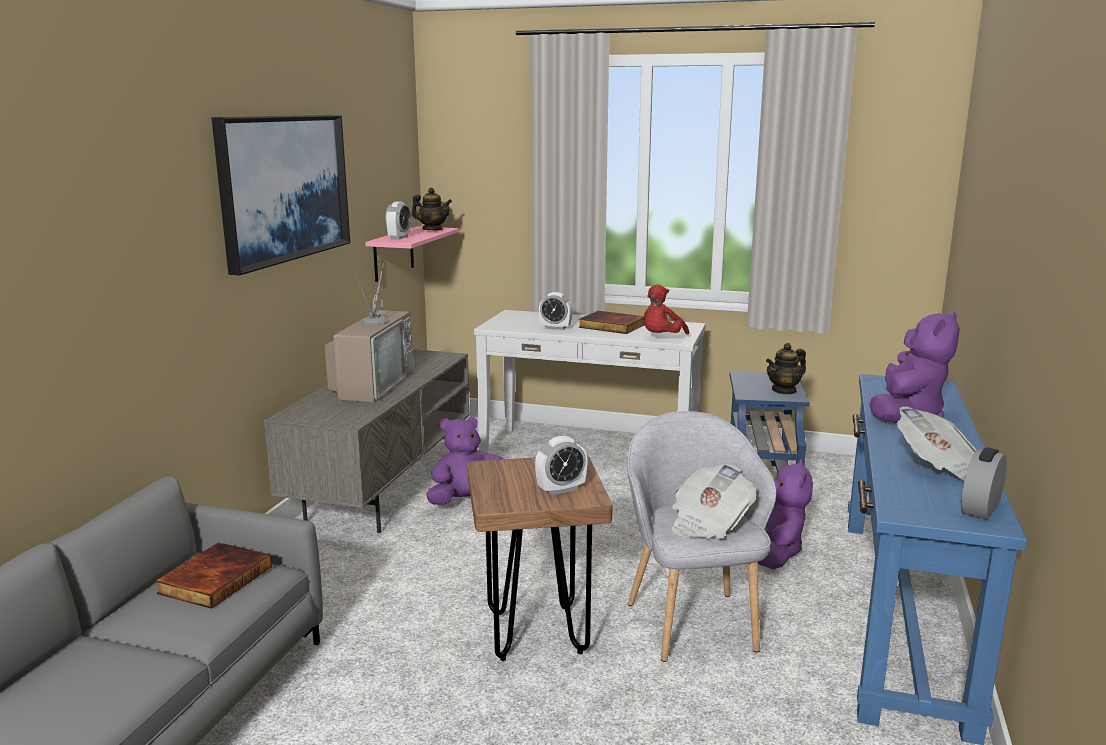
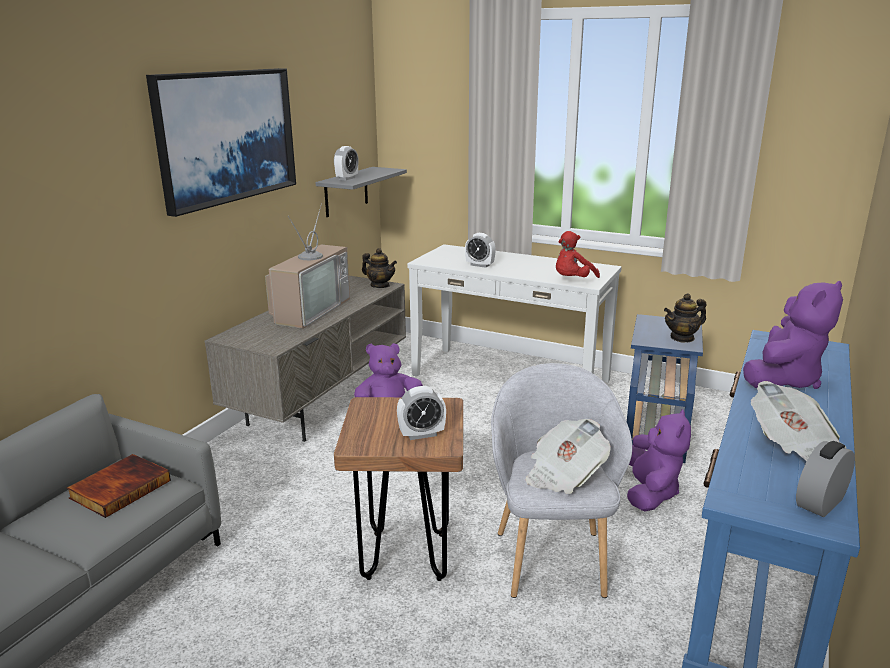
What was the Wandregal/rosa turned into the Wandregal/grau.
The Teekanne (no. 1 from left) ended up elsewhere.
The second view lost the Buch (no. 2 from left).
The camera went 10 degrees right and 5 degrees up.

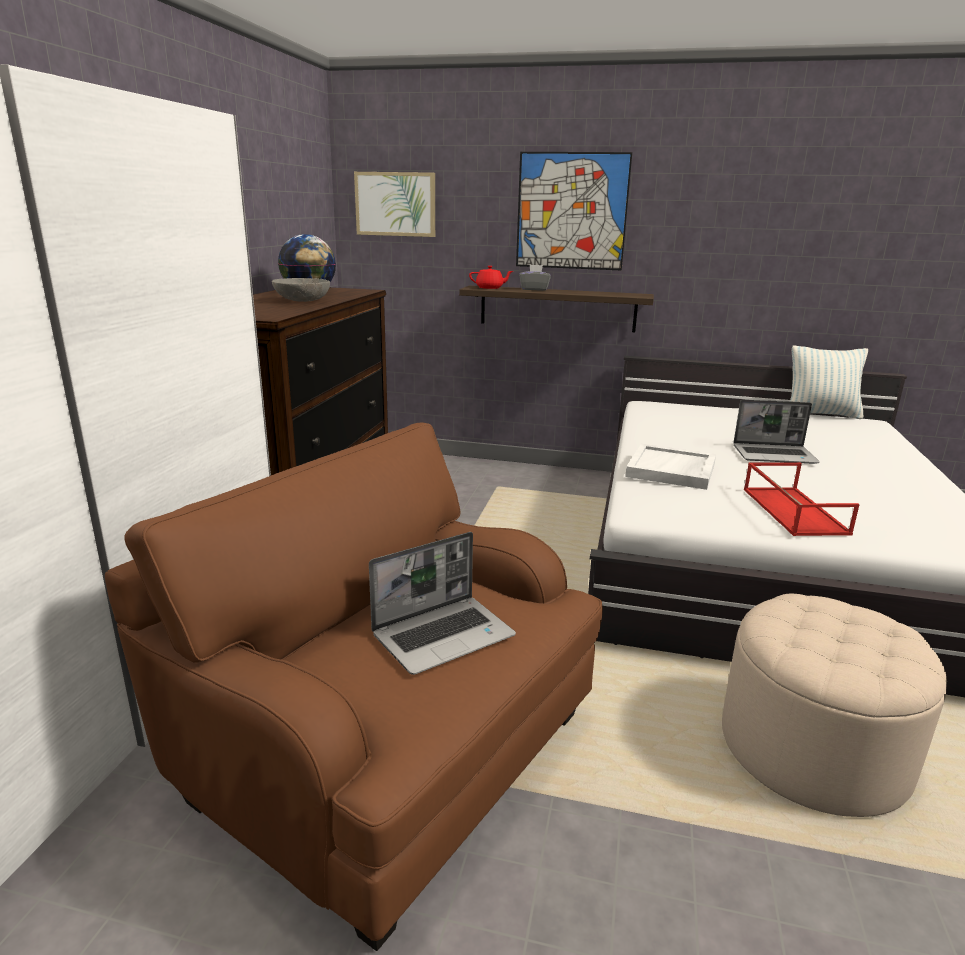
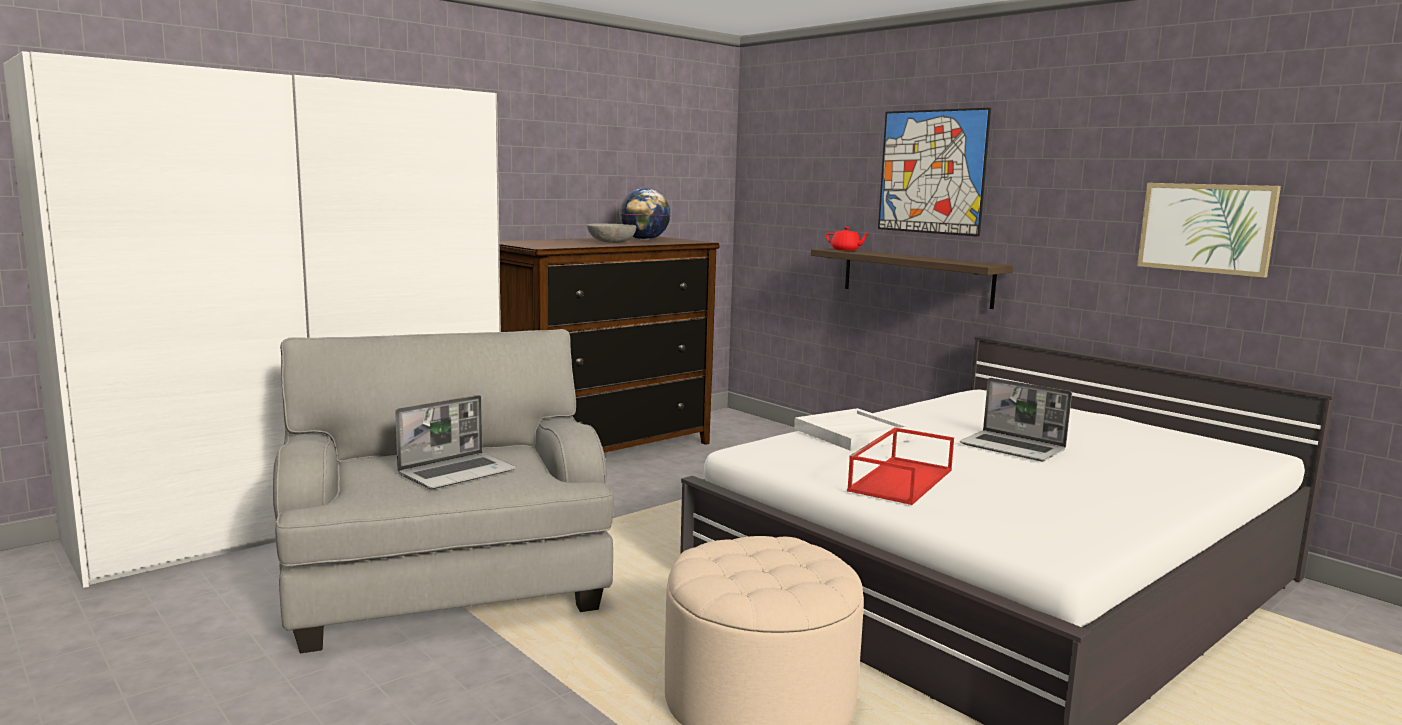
What was the Sessel/braun turned into the Sessel/grau.
The Bild (no. 1 from left in the first image) ended up elsewhere.
The Laptop (no. 1 from left) ended up facing another way, 45 degrees counterclockwise from before.
The second view lost the Taschentuchbox/grau.
The second view lost the Kissen.
The camera went 35 degrees right and 10 degrees down.

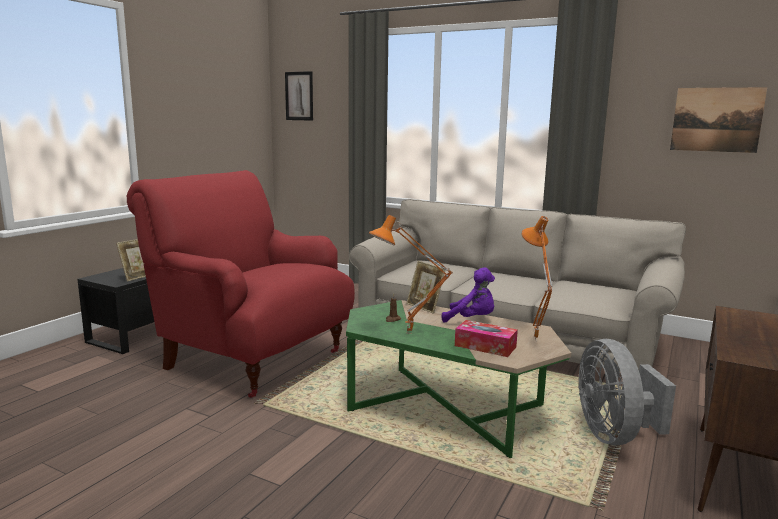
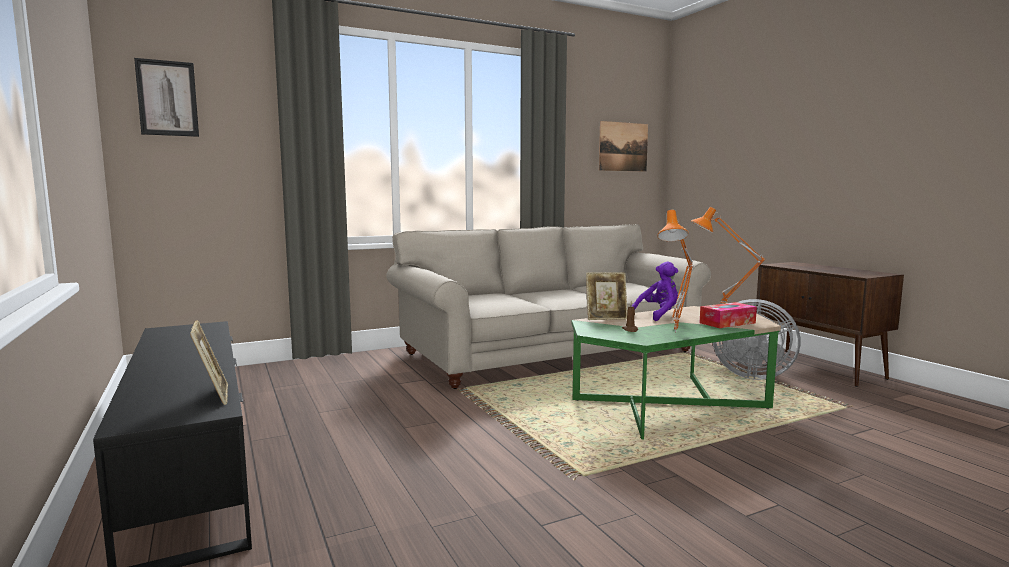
The second view lost the Sessel/rot.
The camera went 55 degrees left and 5 degrees down.

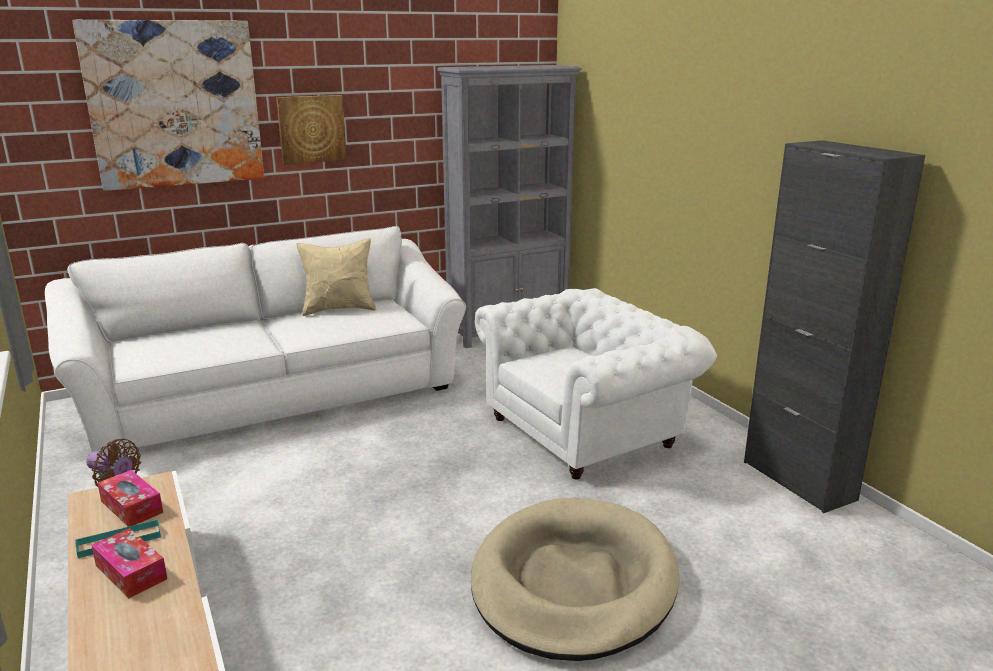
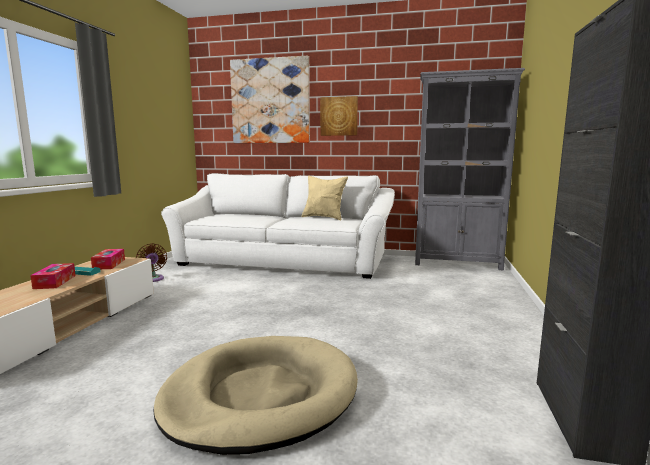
The second view lost the Sessel/weiß.
The camera went 40 degrees right and 10 degrees down.

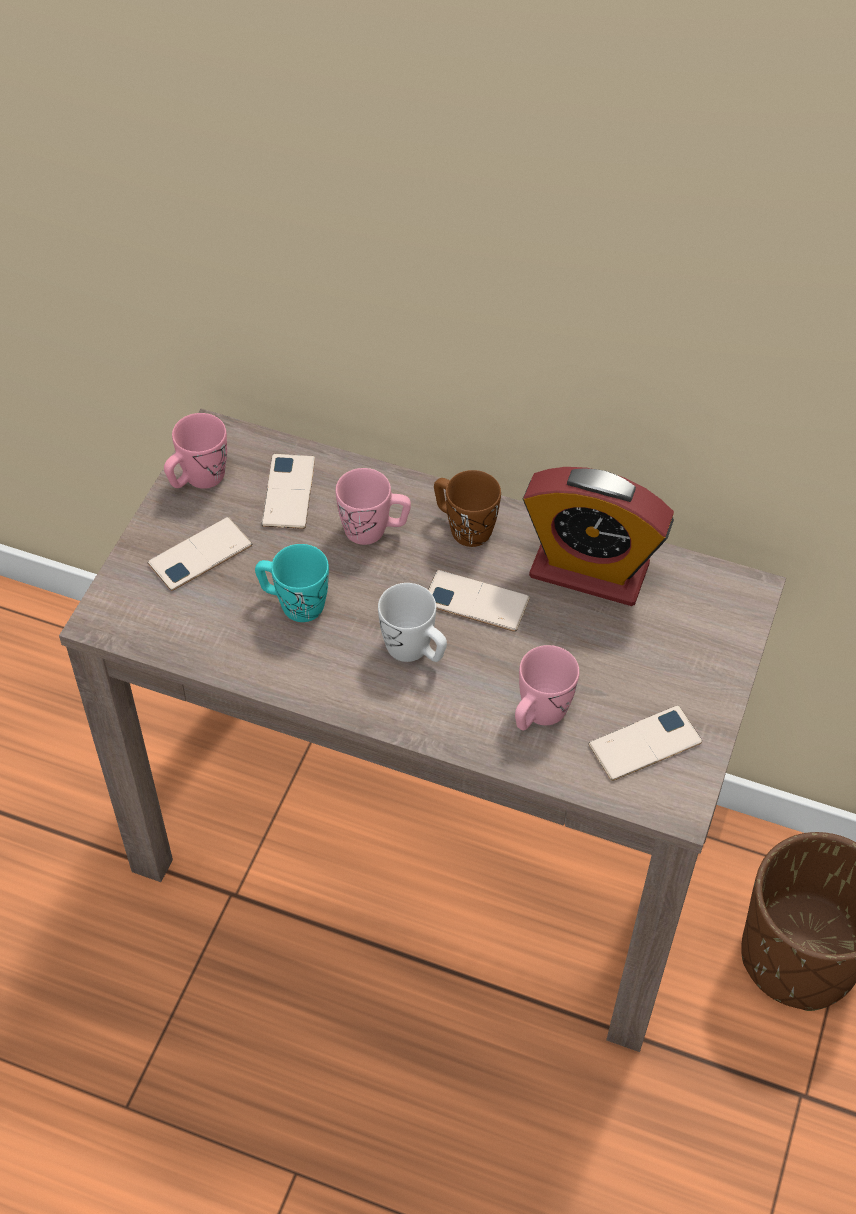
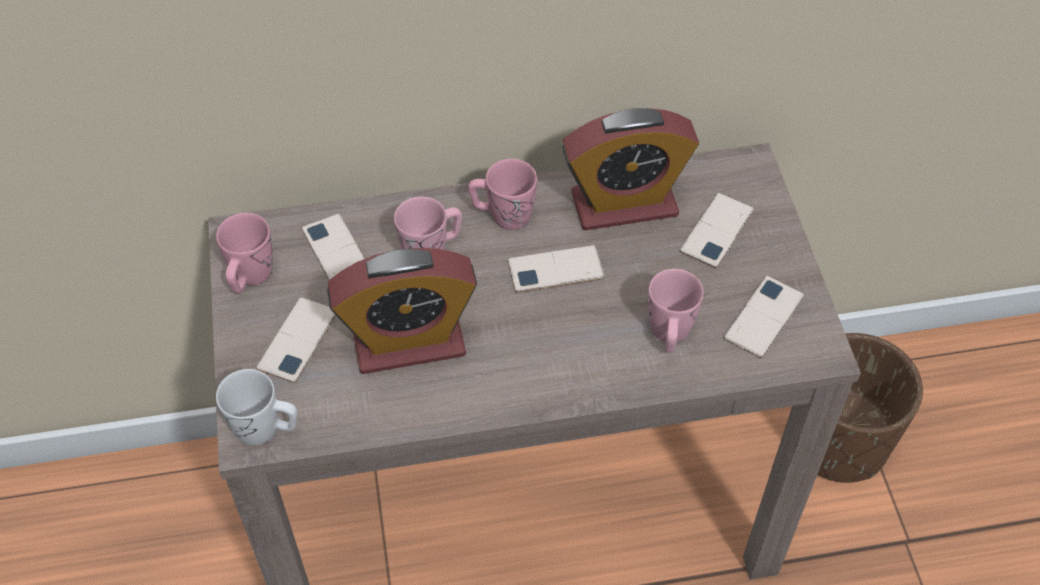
Where the Henkelbecher/türkis stood, the Wecker (no. 1 from left) came to stand.
The Henkelbecher/weiß ended up elsewhere.
What was the Henkelbecher/braun turned into the Henkelbecher/rosa (no. 3 from left).
The second view gained the Handy (no. 4 from left).
The camera went 30 degrees left and 0 degrees up.

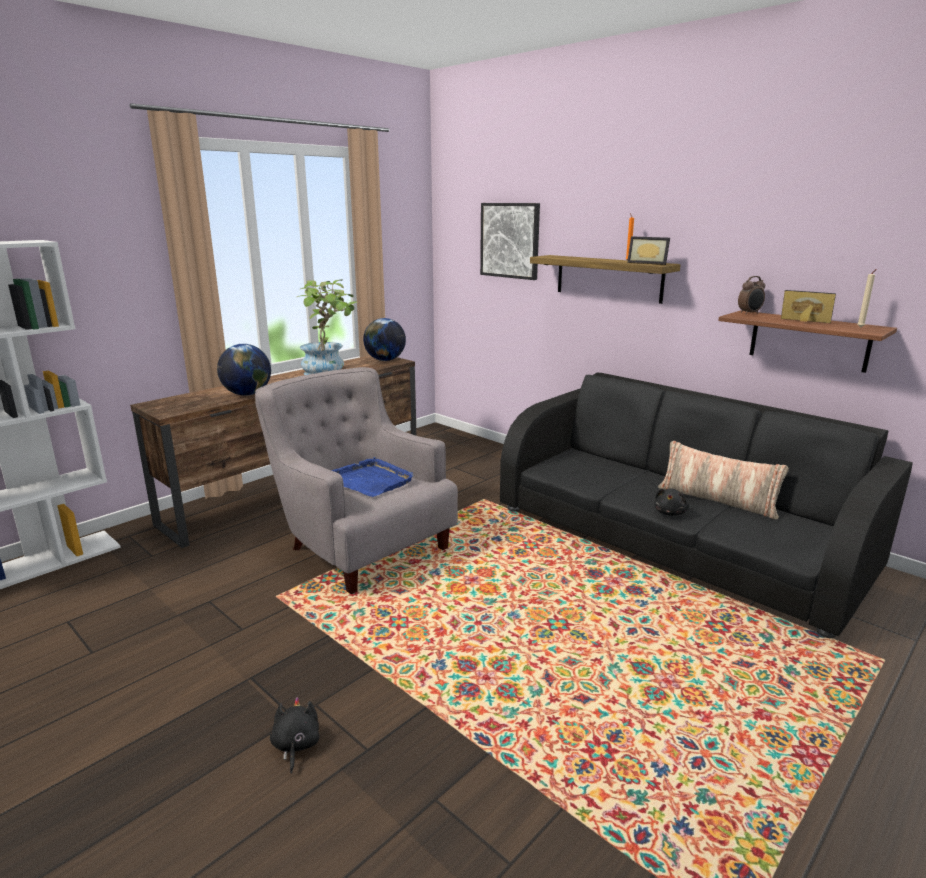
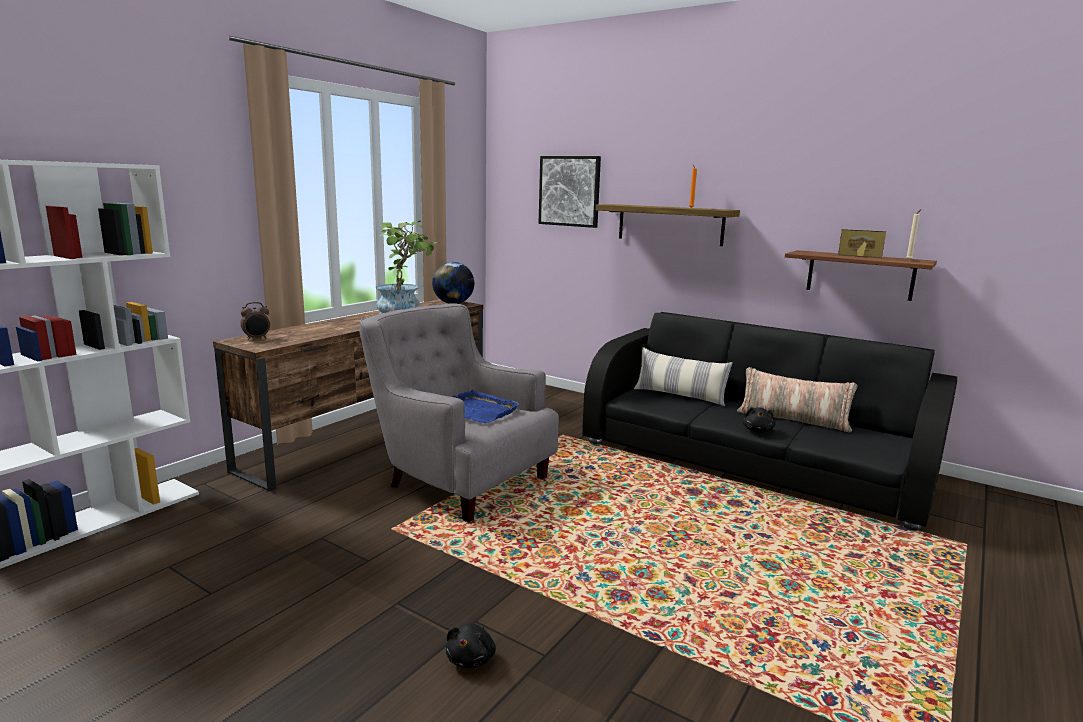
The second view lost the Globus (no. 1 from left).
The Plüschtier/schwarz (no. 1 from left) ended up facing another way, 150 degrees counterclockwise from before.
The second view lost the Bilderrahmen (no. 1 from left).
The Wecker ended up elsewhere.
The second view gained the Kissen (no. 1 from left).
The camera went 10 degrees left and 5 degrees down.

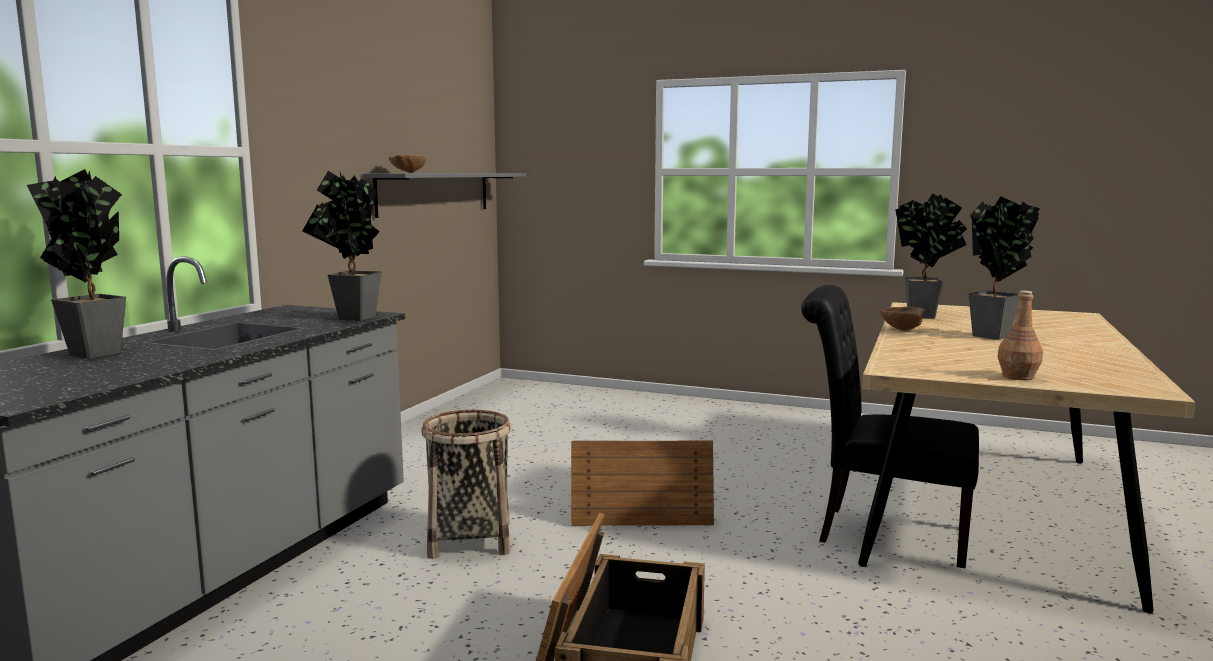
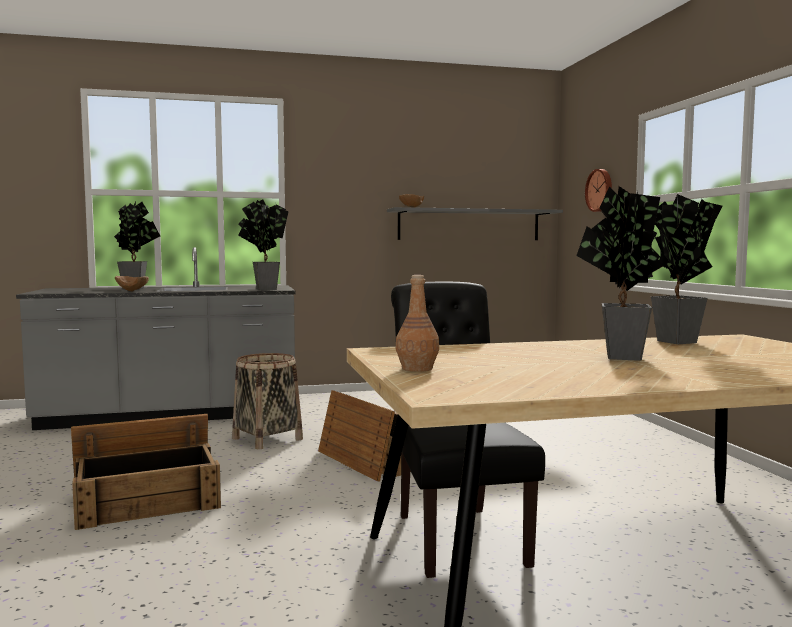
The Schüssel/braun (no. 2 from left in the first image) ended up elsewhere.
The second view gained the Wanduhr.
The camera went 55 degrees right and 5 degrees down.

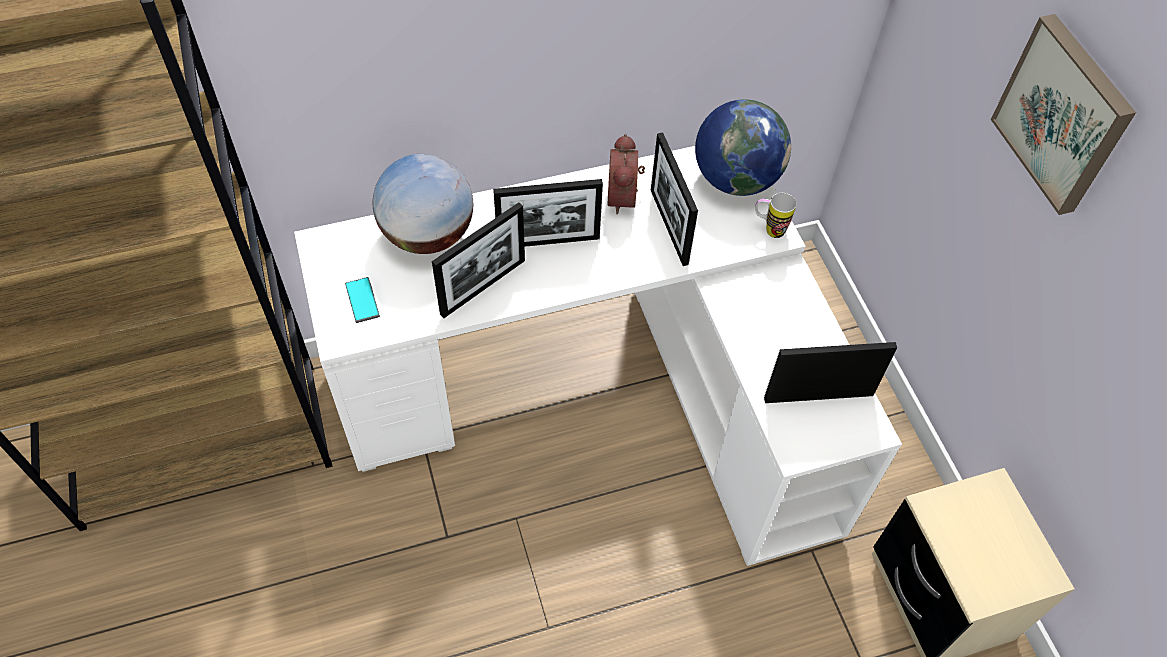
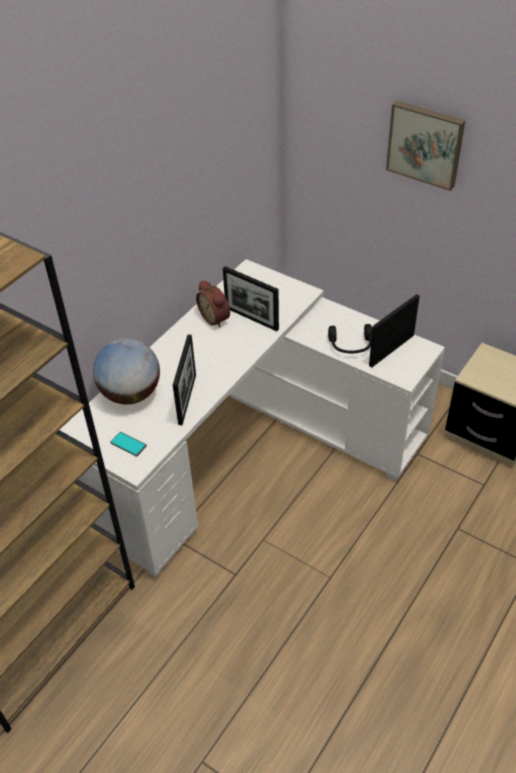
The second view lost the Bilderrahmen (no. 2 from left).
The second view lost the Globus (no. 2 from left).
The second view lost the Henkelbecher.
The second view gained the Kopfhörer/schwarz.
The camera went 35 degrees left and 10 degrees down.

